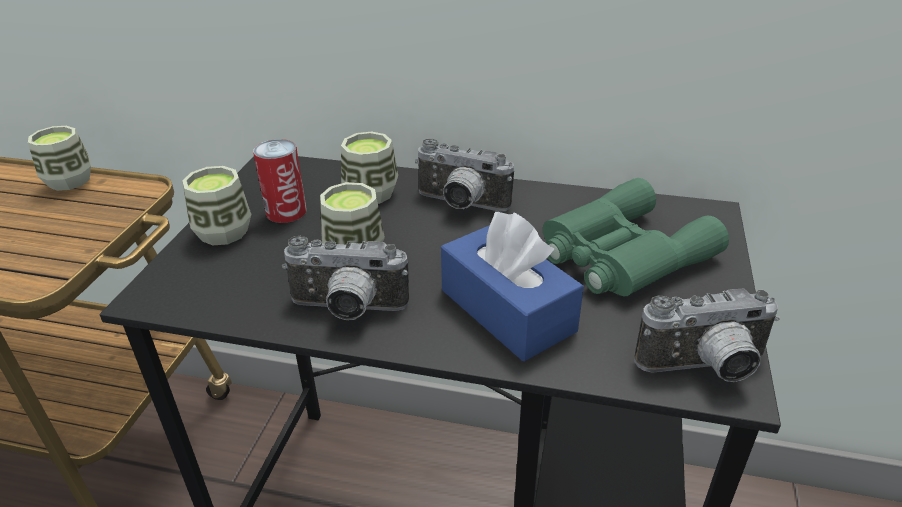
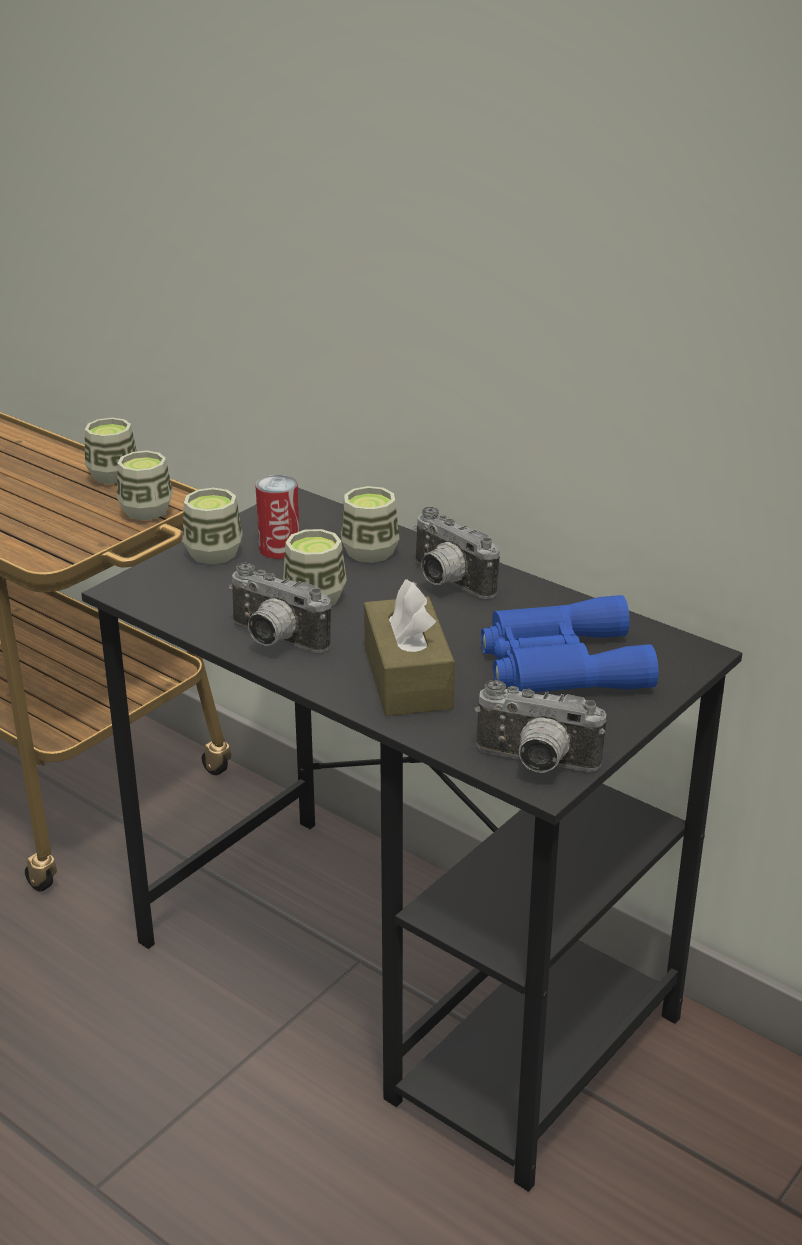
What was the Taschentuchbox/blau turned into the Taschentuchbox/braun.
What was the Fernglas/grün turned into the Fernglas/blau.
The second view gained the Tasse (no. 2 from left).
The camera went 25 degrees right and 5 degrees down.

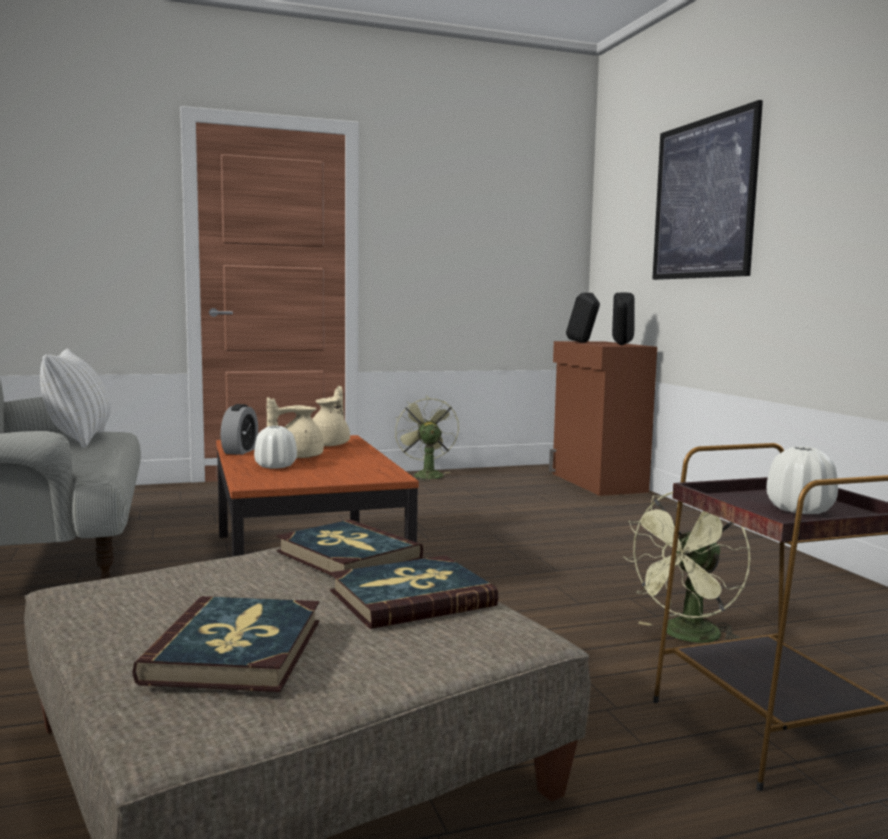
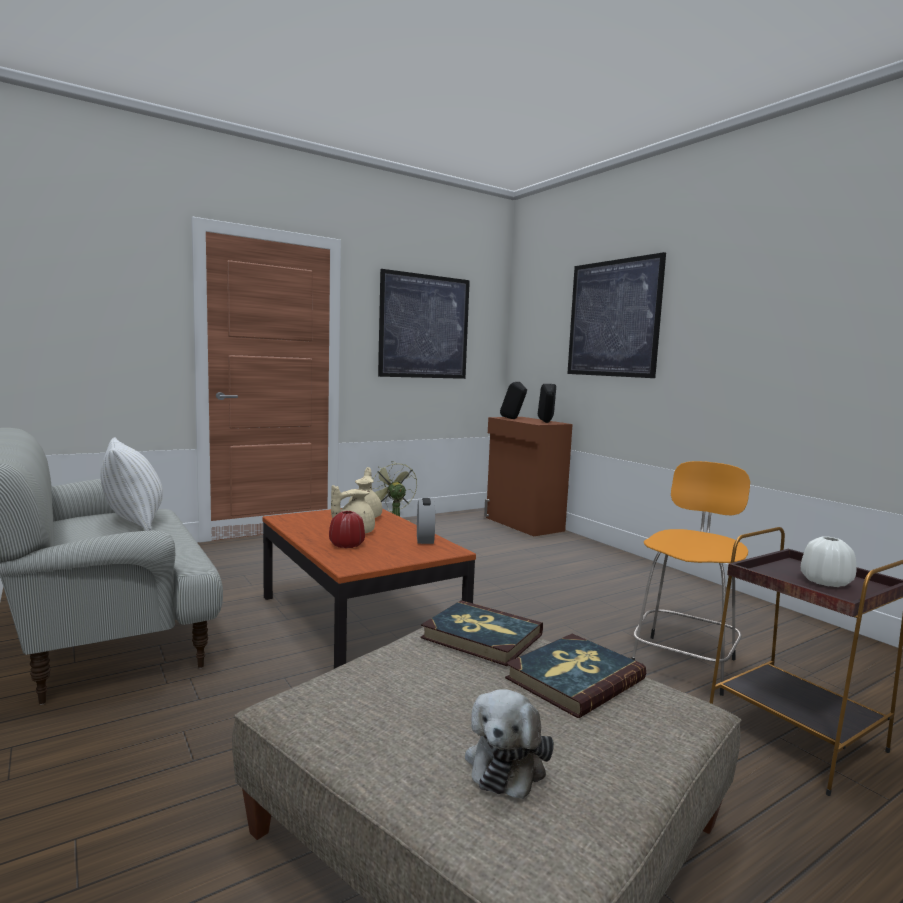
Where the Buch (no. 1 from left) stood, the Plüschtier came to stand.
The Wecker ended up elsewhere.
What was the Vase/weiß (no. 1 from left) turned into the Vase/rot.
Where the Ventilator/grün (no. 2 from left) stood, the Hocker/orange came to stand.
The second view gained the Bild (no. 1 from left).
The camera went 15 degrees left and 0 degrees up.

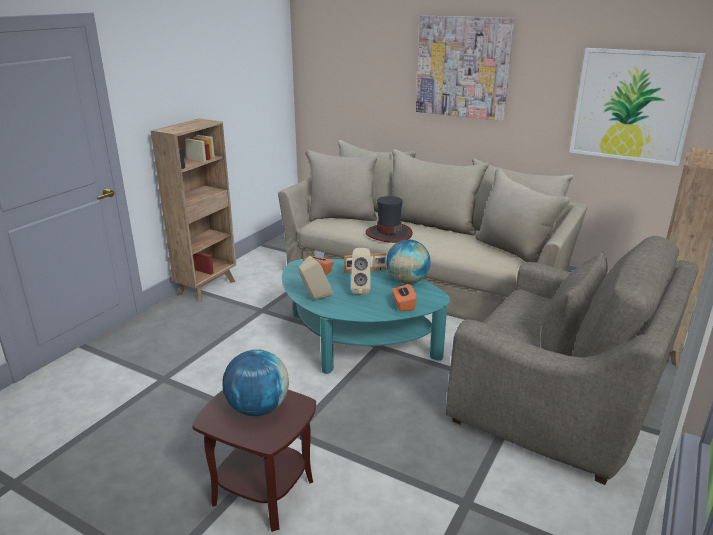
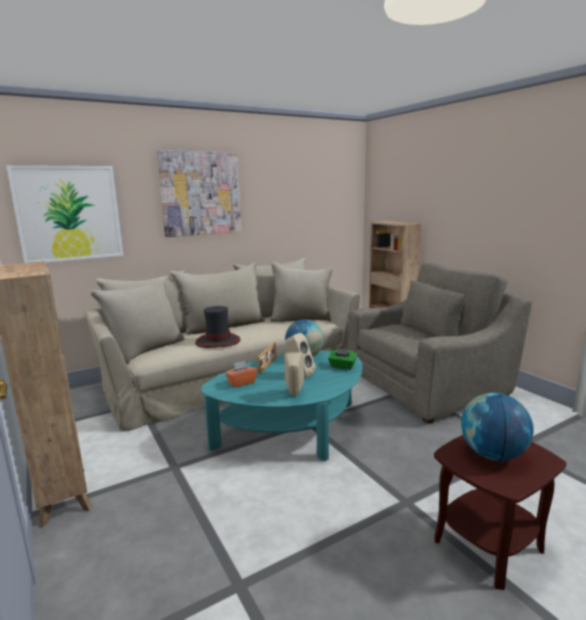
What was the Taschentuchbox/orange (no. 2 from left) turned into the Taschentuchbox/grün.
The Bild (no. 2 from left in the first image) ended up elsewhere.
The camera went 60 degrees left and 10 degrees down.

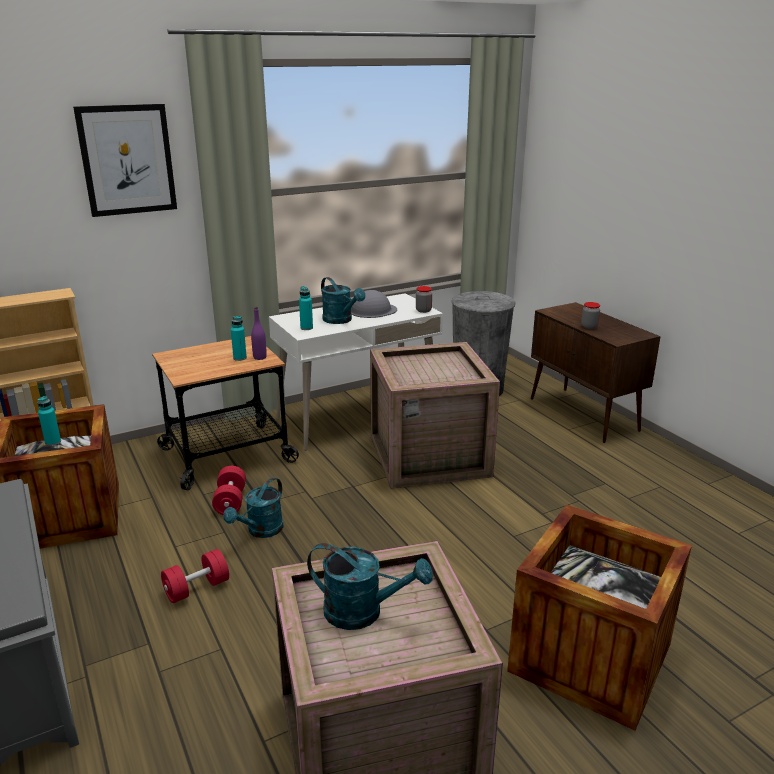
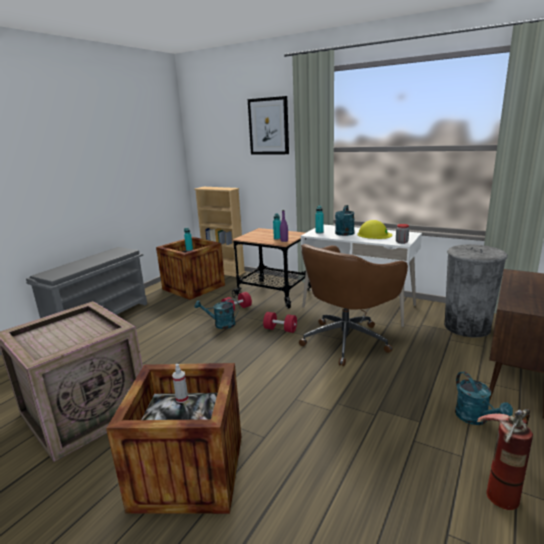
The Hantel/rot (no. 1 from left in the first image) ended up elsewhere.
The Gießkanne/türkis (no. 3 from left) ended up elsewhere.
What was the Schutzhelm/grau turned into the Schutzhelm/gelb.
Where the Kiste (no. 3 from left) stood, the Bürostuhl/braun came to stand.
The second view lost the Vorratsglas (no. 2 from left).
The second view gained the Sprühflasche.
The second view gained the Feuerlöscher.
The camera went 60 degrees right and 5 degrees down.

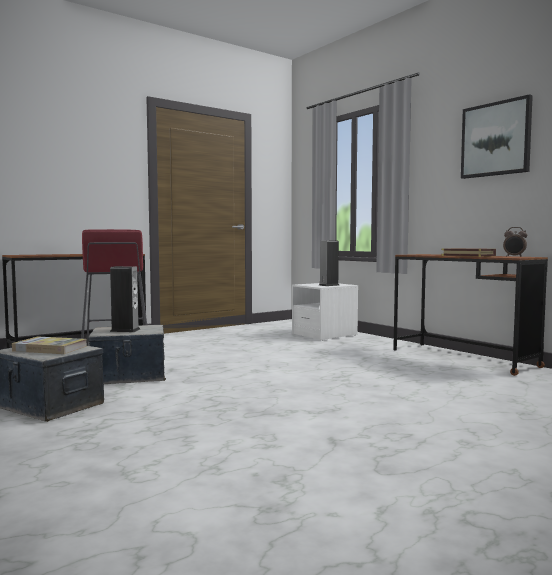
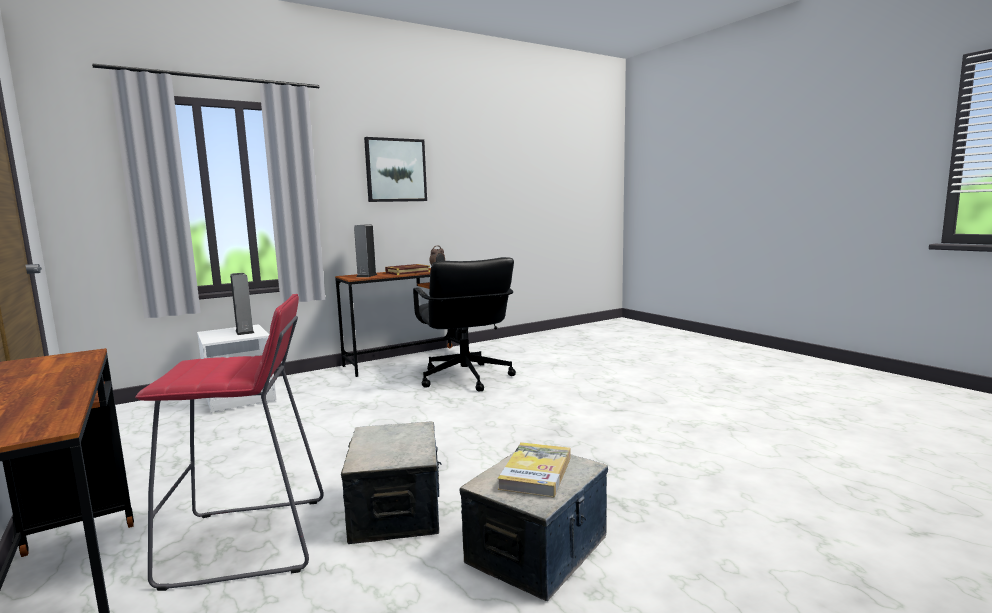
The Lautsprecher (no. 1 from left in the first image) ended up elsewhere.
The second view gained the Bürostuhl/schwarz.
The camera went 85 degrees left and 5 degrees up.

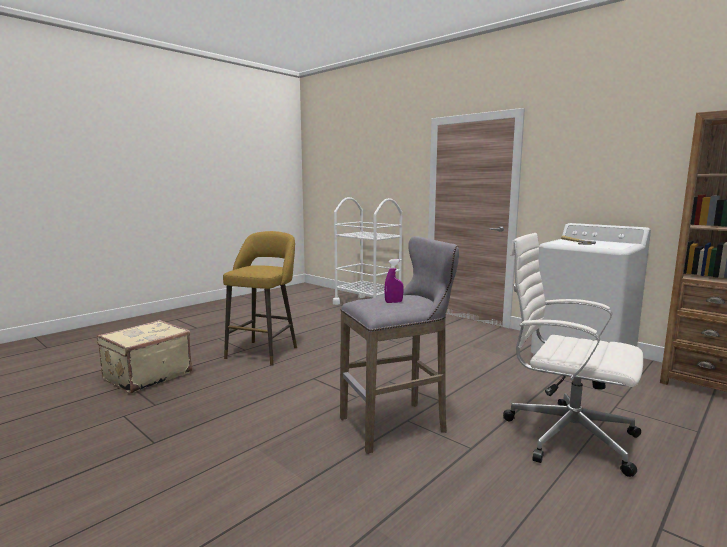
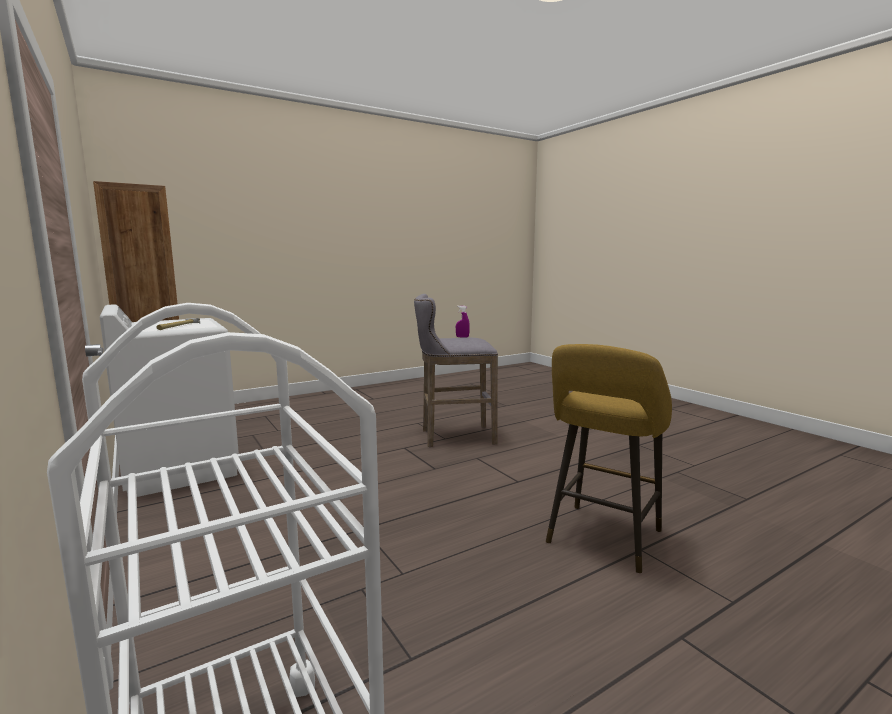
The second view lost the Koffer/beige.
The second view lost the Bürostuhl/weiß.
The camera went 165 degrees left and 0 degrees up.

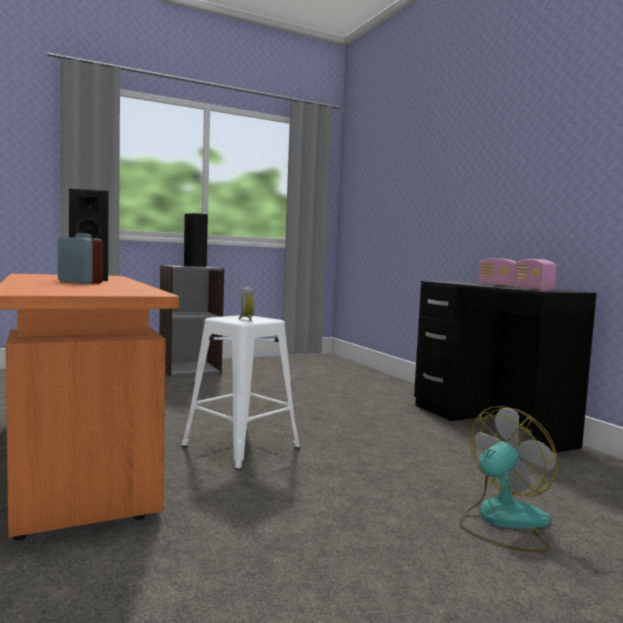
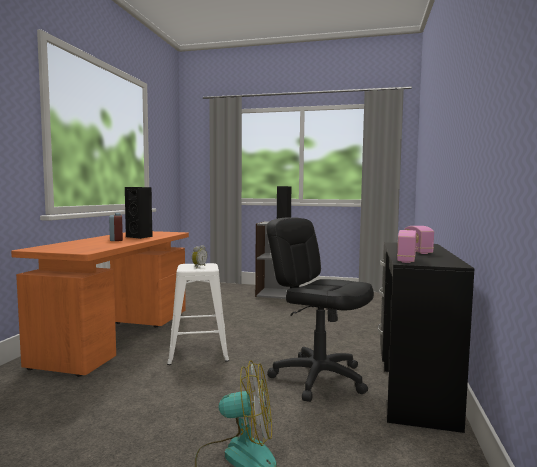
The second view gained the Bürostuhl/schwarz.
The camera went 40 degrees right and 0 degrees up.

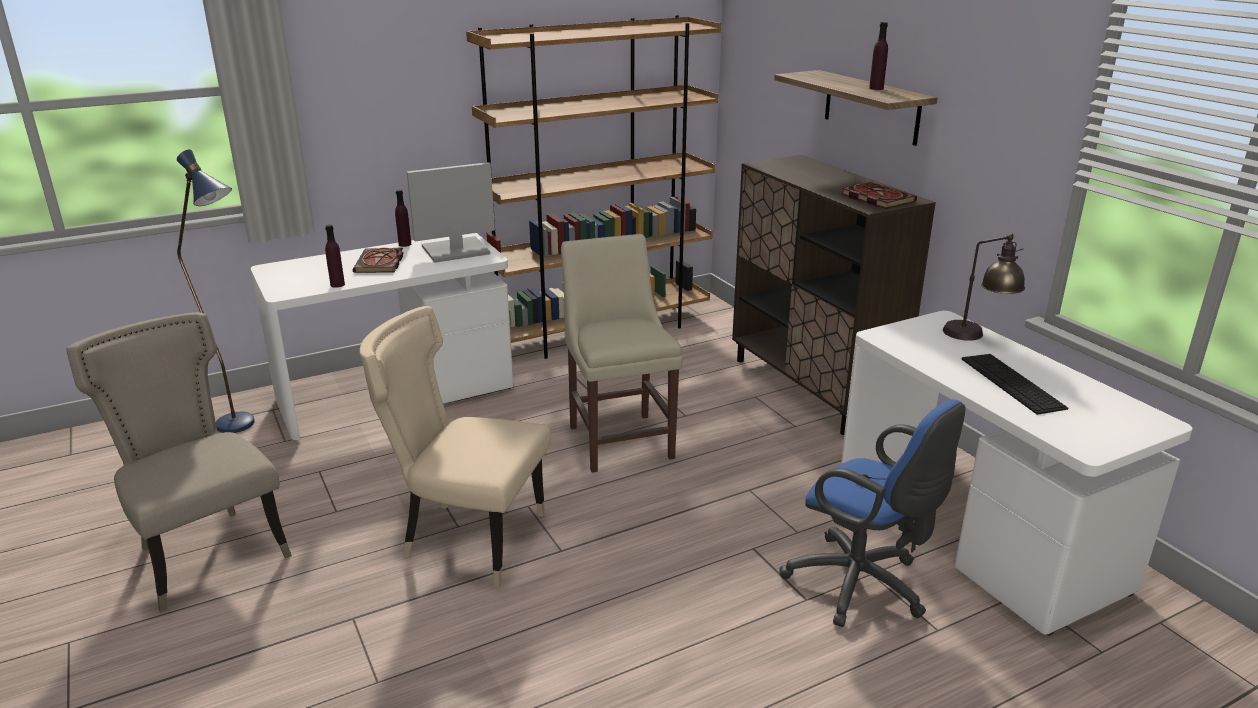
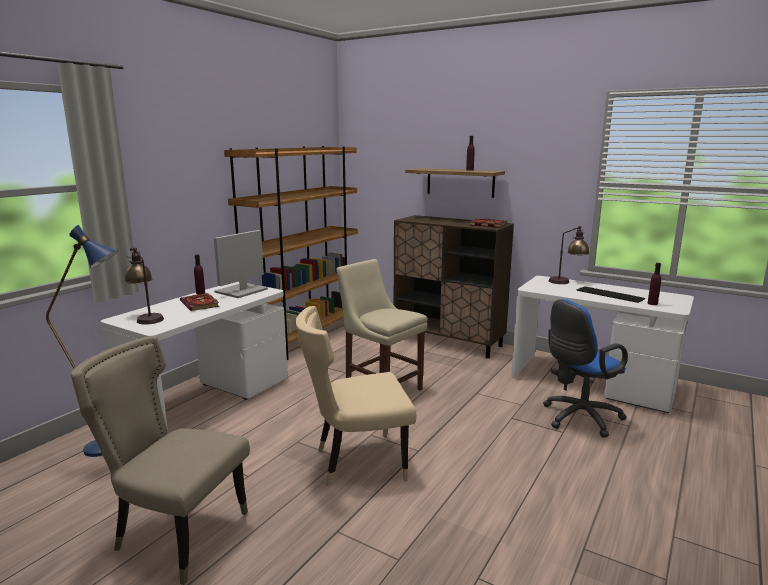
The Flasche/lila (no. 1 from left in the first image) ended up elsewhere.
The Bürostuhl/blau ended up facing another way, 135 degrees clockwise from before.
The second view gained the Tischlampe (no. 1 from left).
The camera went 30 degrees left and 10 degrees down.

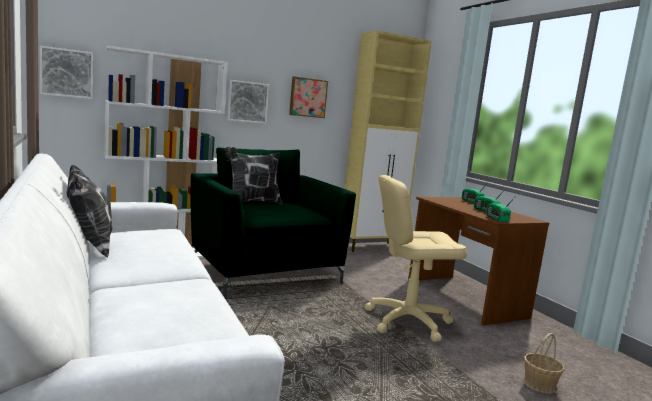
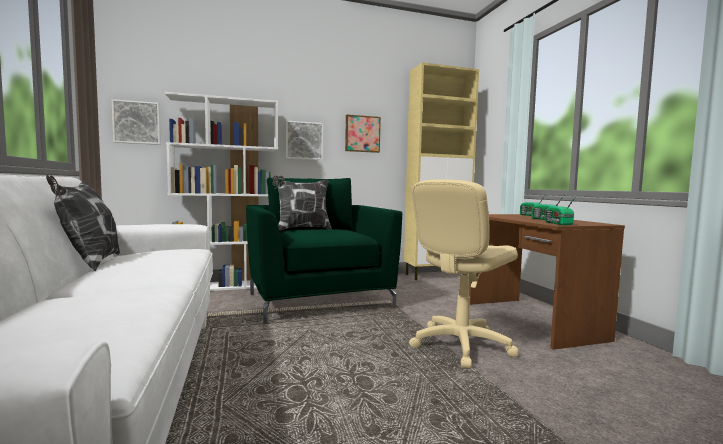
The Bürostuhl/beige ended up facing another way, 45 degrees counterclockwise from before.
The second view lost the Korb.
The camera went 10 degrees right and 5 degrees down.

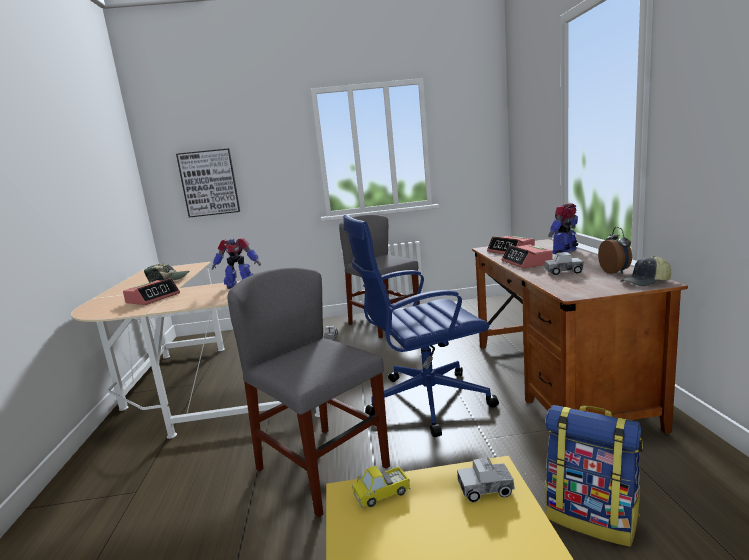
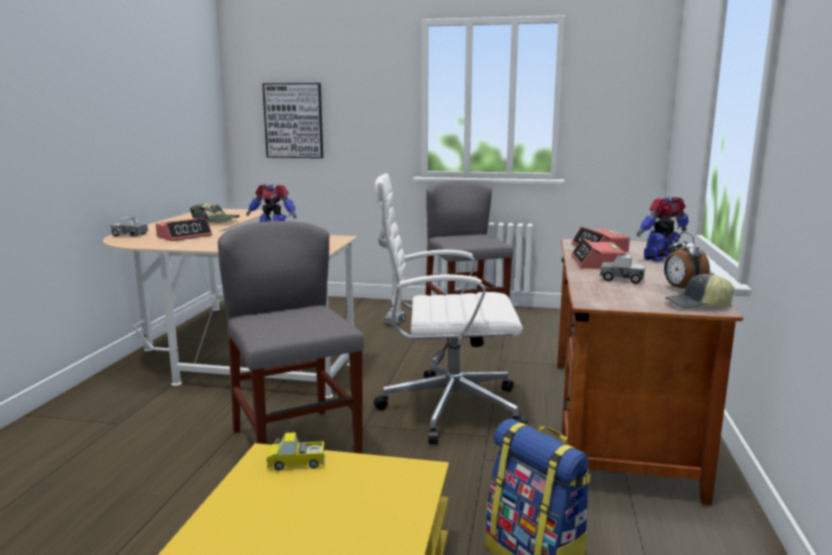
What was the Bürostuhl/blau turned into the Bürostuhl/weiß.
The Spielzeuglaster (no. 3 from left in the first image) ended up elsewhere.
The Wecker (no. 4 from left) ended up facing another way, 150 degrees clockwise from before.
The camera went 15 degrees right and 0 degrees up.

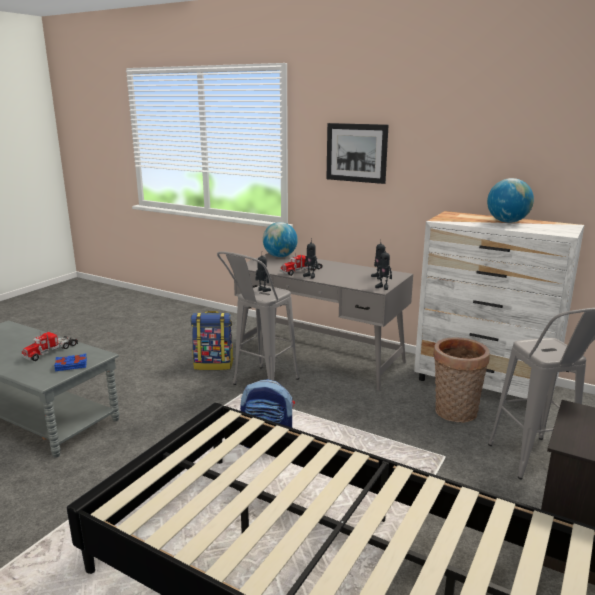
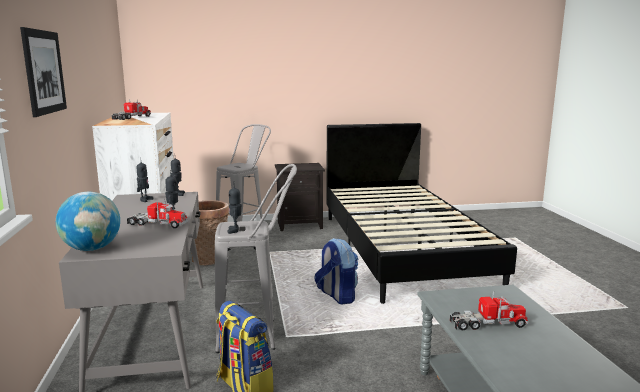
The second view lost the Buch/blau.
Where the Globus (no. 2 from left) stood, the Spielzeuglaster (no. 1 from left) came to stand.
The camera went 130 degrees left and 5 degrees down.

